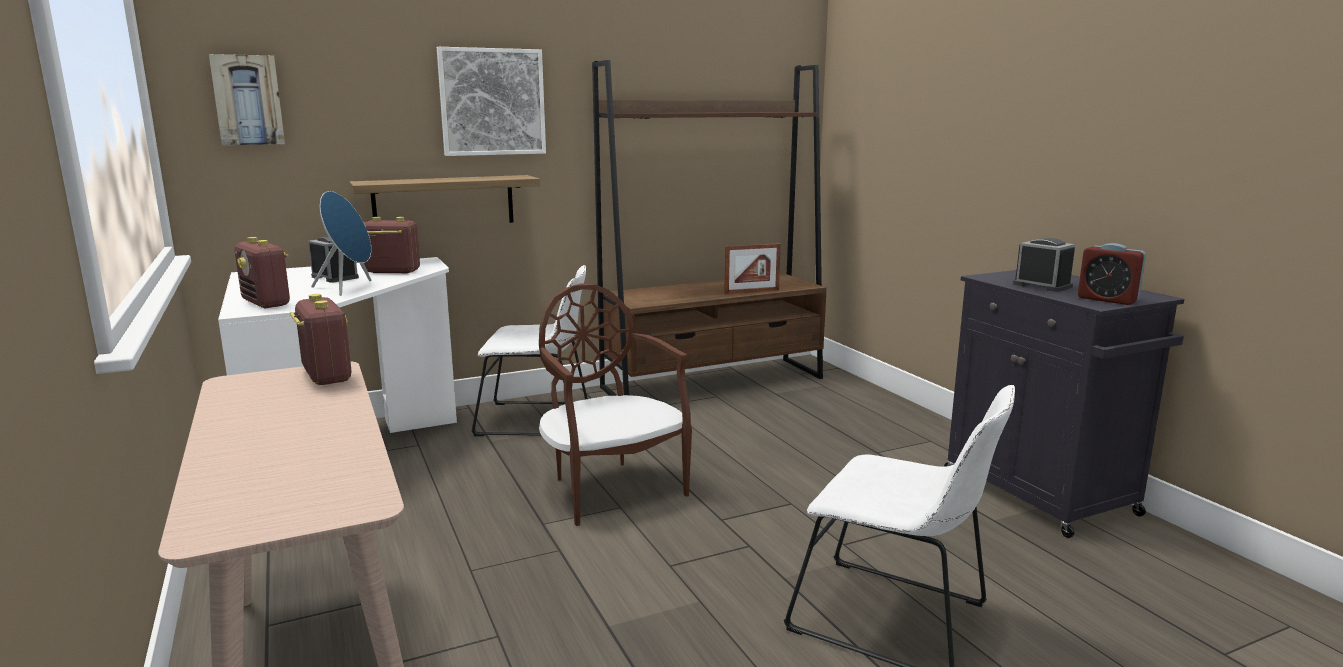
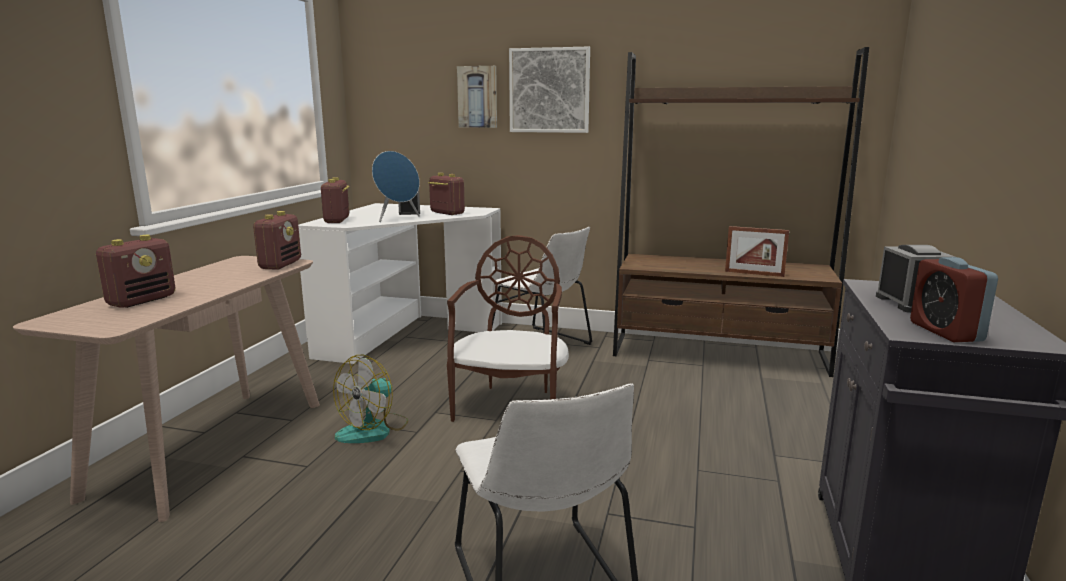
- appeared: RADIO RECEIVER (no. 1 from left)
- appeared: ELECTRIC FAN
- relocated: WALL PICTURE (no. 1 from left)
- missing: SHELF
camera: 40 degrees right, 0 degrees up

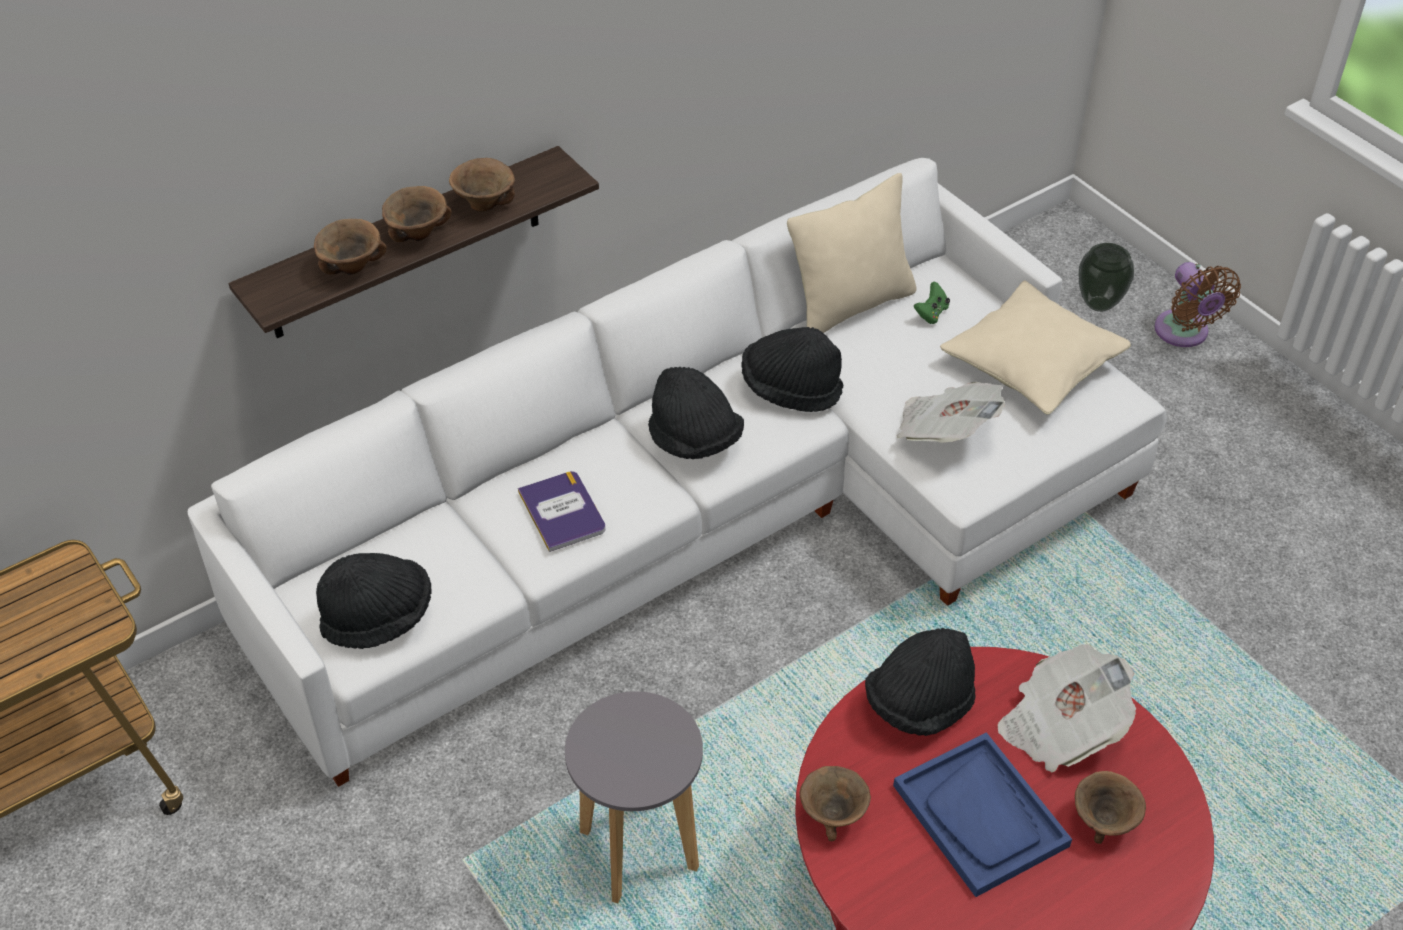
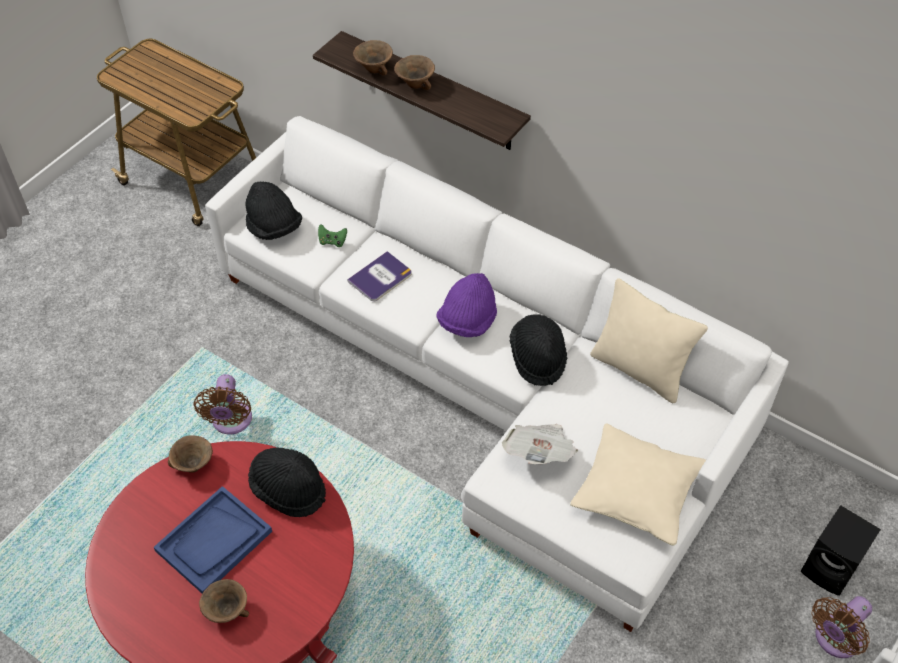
- exchanged: GREYISH SITTING STOOL to BROWN-COLOURED ELECTRIC FAN (no. 1 from left)
- relocated: GREENISH JOYPAD
- colour: BLACKISH CLOTHING HAT (no. 2 from left) to PURPLE CLOTHING HAT
- exchanged: DECORATIVE VASE to BLACKISH AUDIO SPEAKER
- missing: BROWN-COLOURED BOWL (no. 3 from left)
- missing: NEWSPAPER (no. 2 from left)
camera: 70 degrees right, 5 degrees up

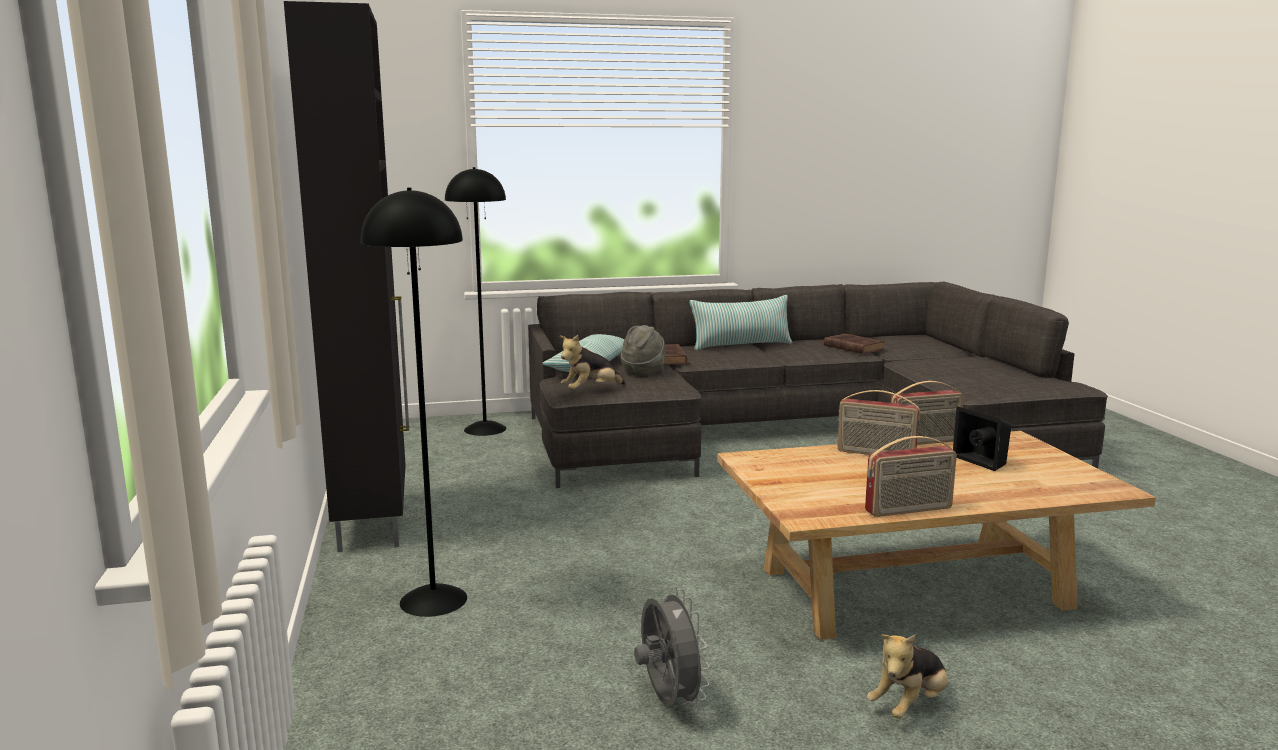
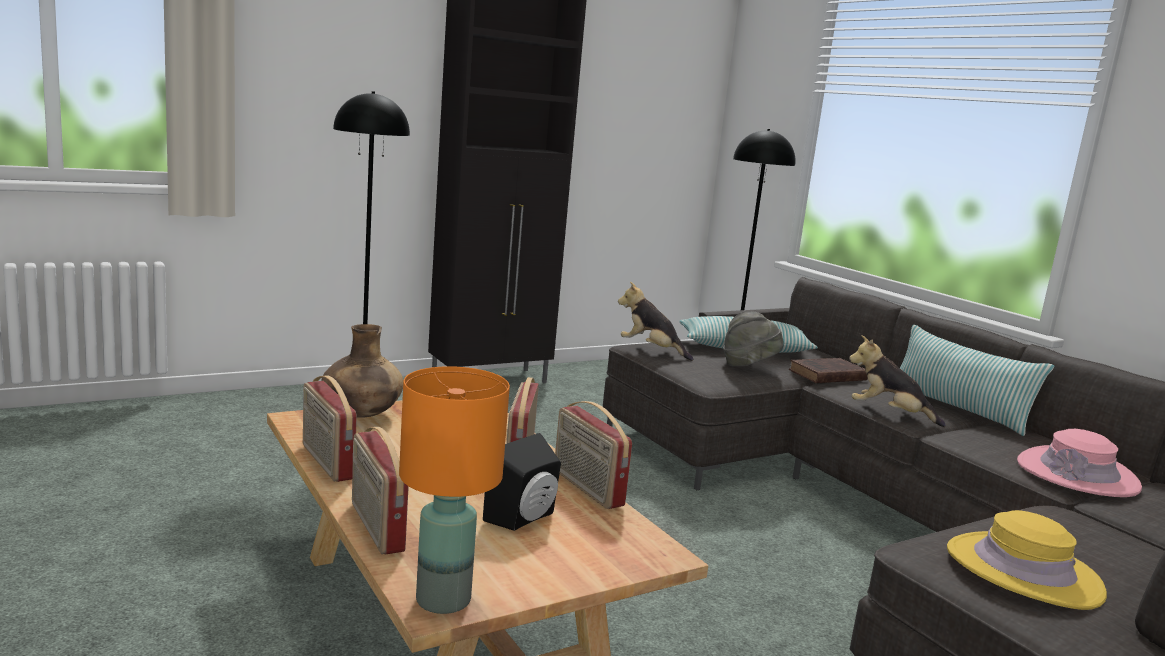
- appeared: BROWN-COLOURED DECORATIVE VASE
- appeared: RADIO RECEIVER (no. 2 from left)
- appeared: ORANGE-COLOURED LAMP FOR A TABLE
- relocated: SOFT TOY (no. 2 from left)
- appeared: YELLOWISH CLOTHING HAT
- exchanged: BROWN-COLOURED VOLUME (no. 2 from left) to PINKISH CLOTHING HAT
- missing: GREYISH ELECTRIC FAN
camera: 70 degrees right, 0 degrees up

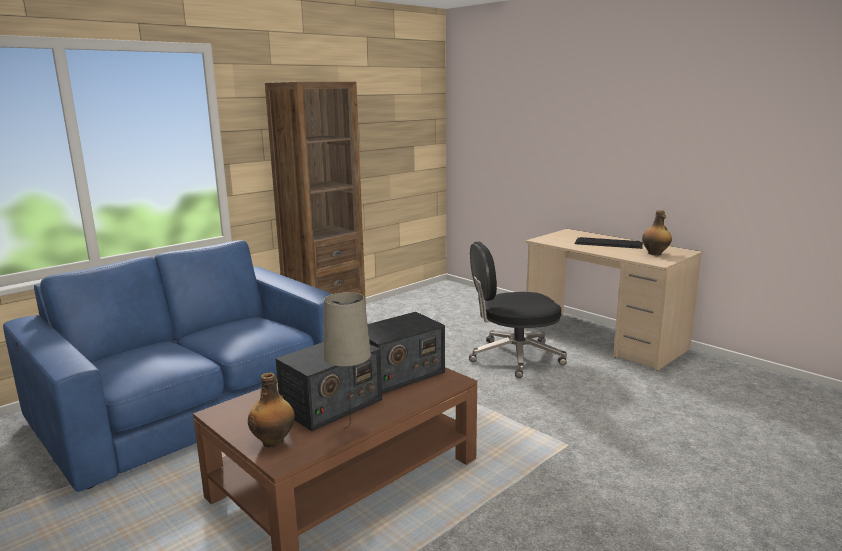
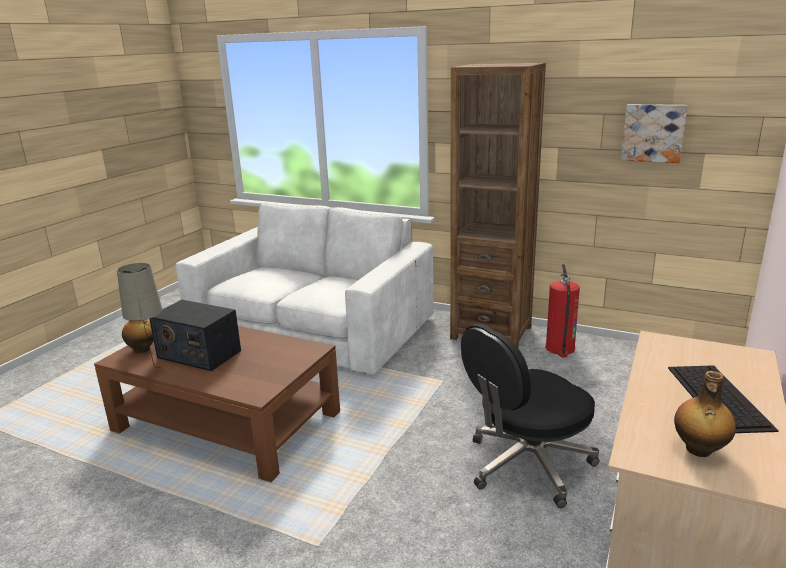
- colour: BLUE-COLOURED COUCH to WHITISH COUCH
- spun: BLACKISH DESK CHAIR 90 degrees counterclockwise
- appeared: FIRE-FIGHTING CYLINDER
- appeared: WALL PICTURE
- missing: RADIO RECEIVER (no. 2 from left)
camera: 70 degrees right, 5 degrees up

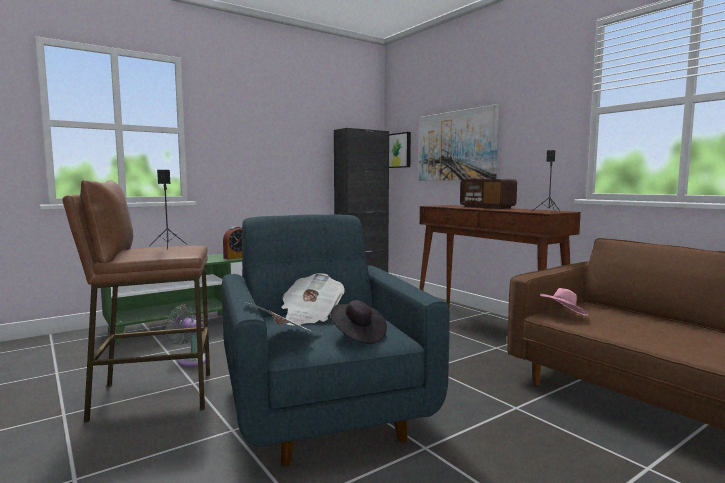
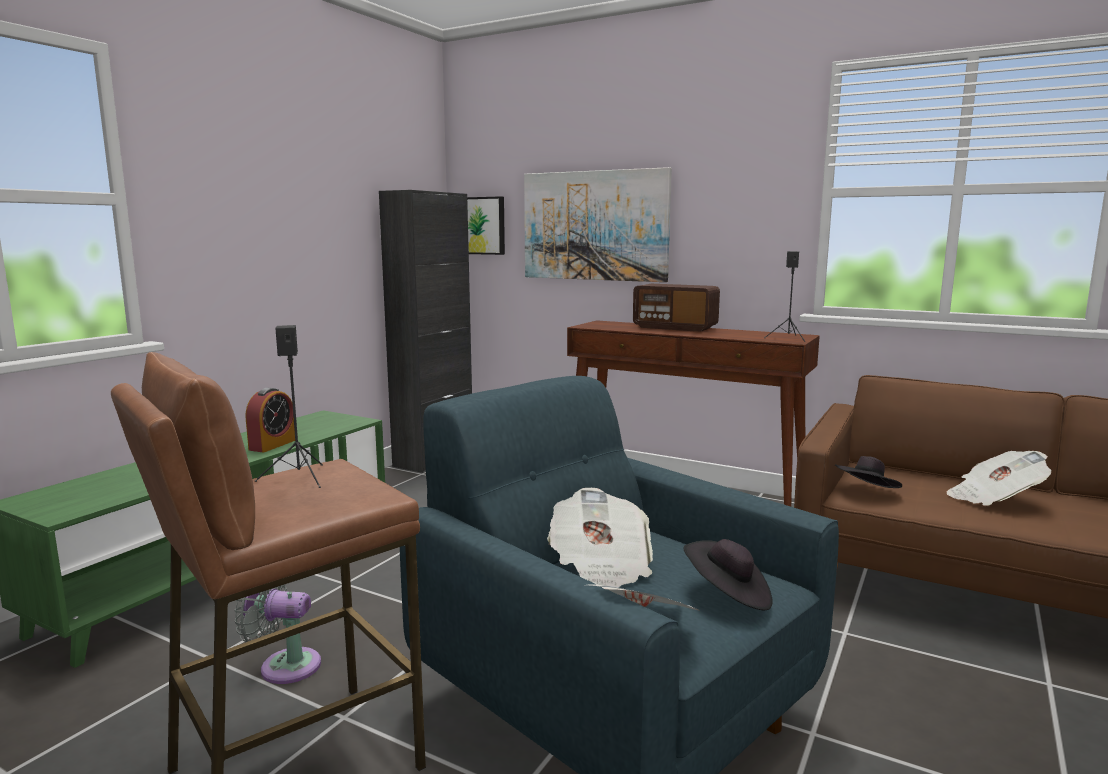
- colour: PINKISH CLOTHING HAT to BLACKISH CLOTHING HAT (no. 2 from left)
- appeared: NEWSPAPER (no. 3 from left)
camera: 25 degrees left, 5 degrees up

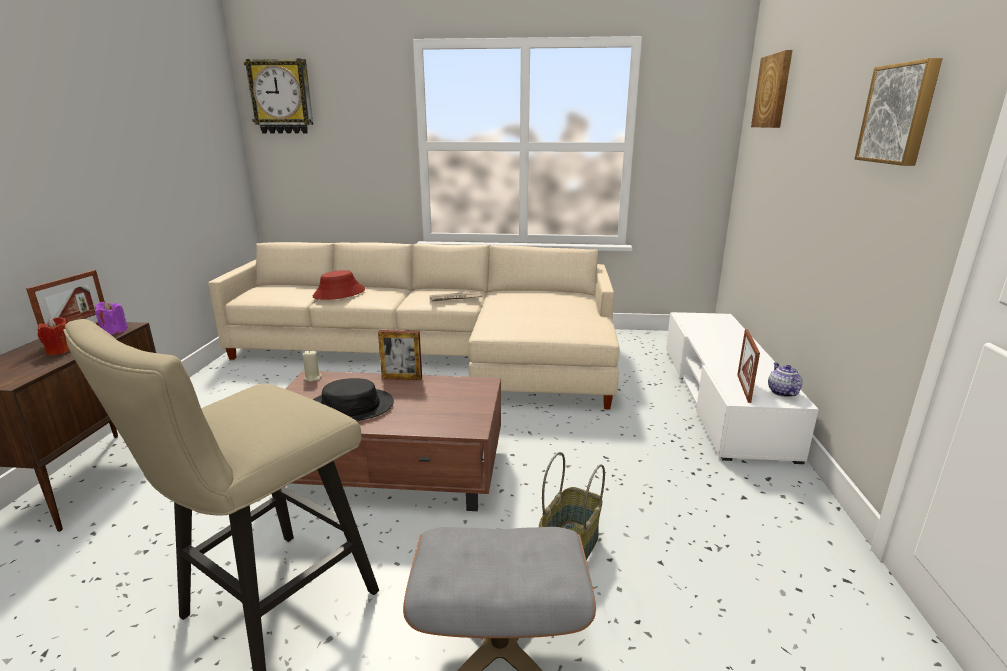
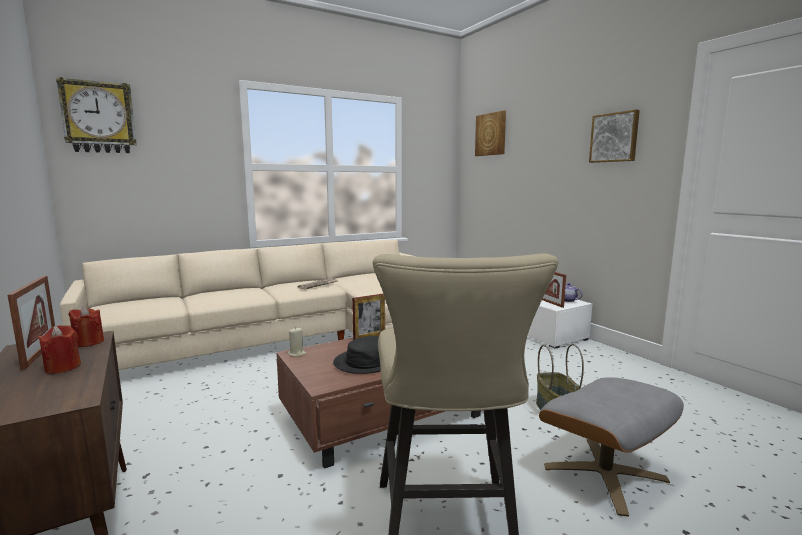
- colour: PURPLE WAX LIGHT to REDDISH WAX LIGHT (no. 2 from left)
- missing: REDDISH CLOTHING HAT
camera: 35 degrees left, 10 degrees down

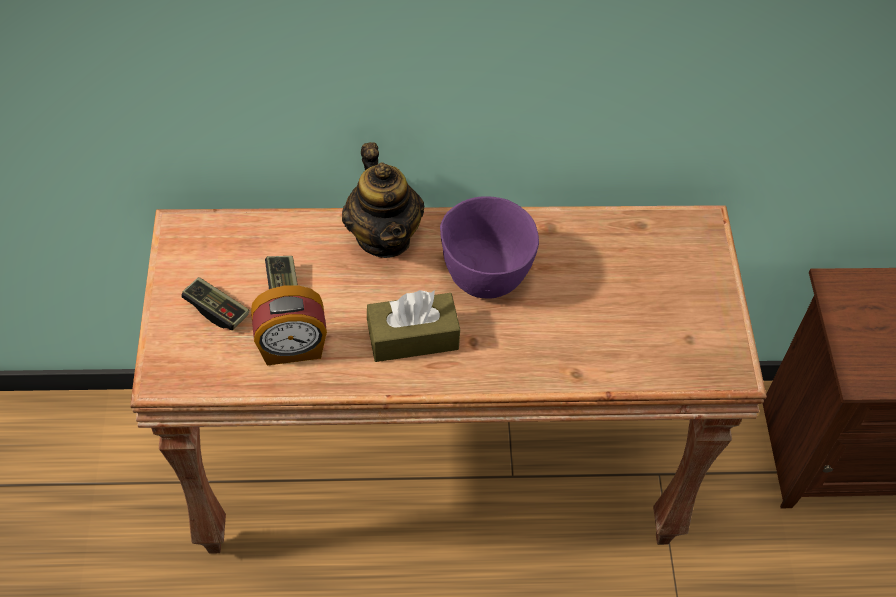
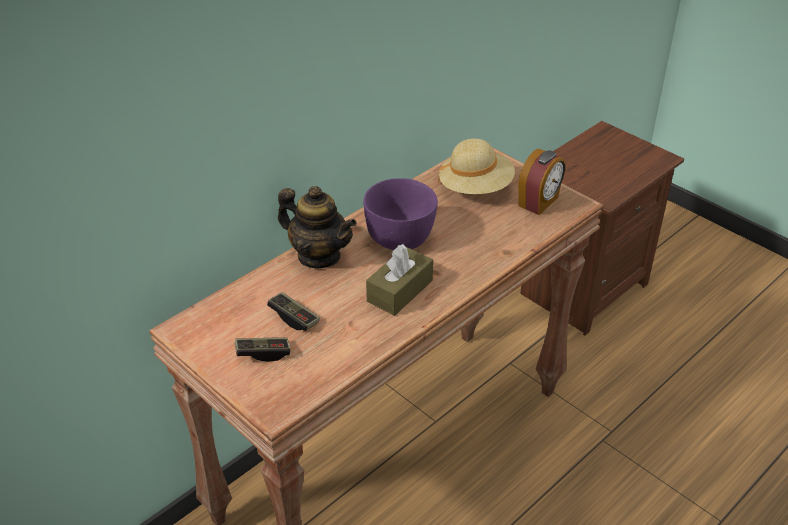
- appeared: BEIGE-COLOURED CLOTHING HAT
- relocated: ALARM CLOCK
camera: 40 degrees left, 15 degrees down

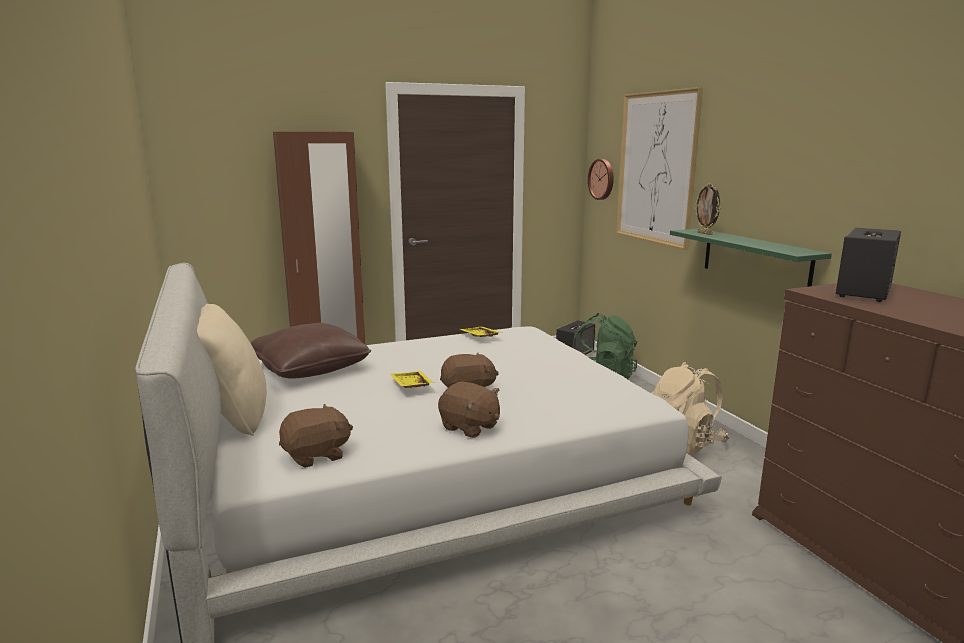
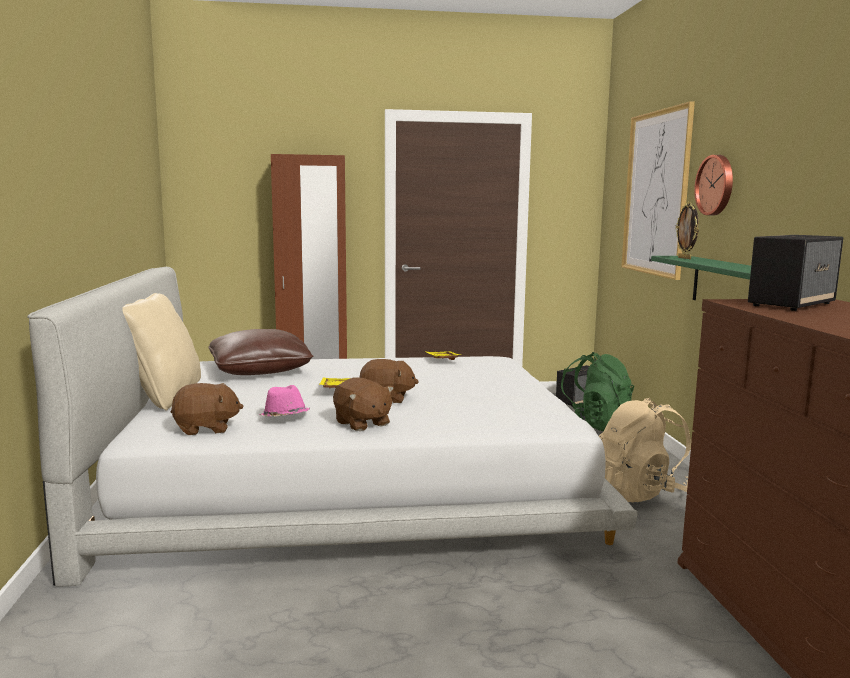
- appeared: PINKISH CLOTHING HAT
- relocated: WALL CLOCK
camera: 15 degrees right, 5 degrees down

